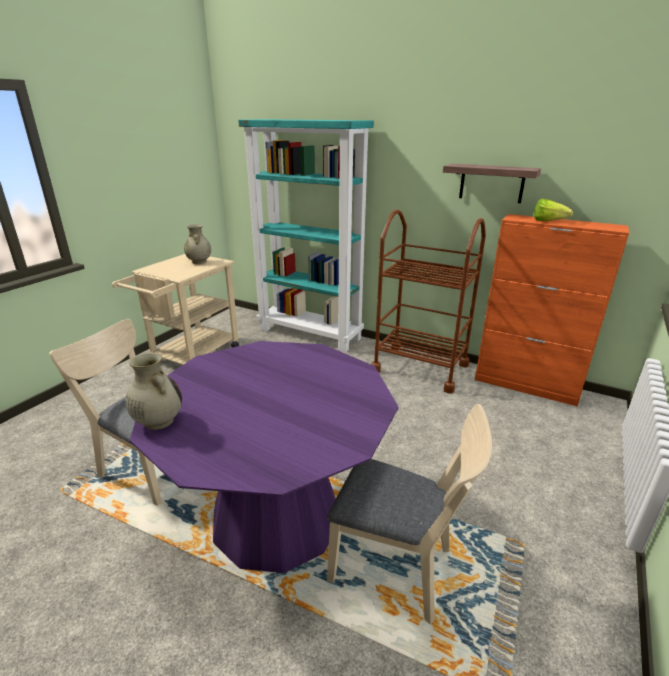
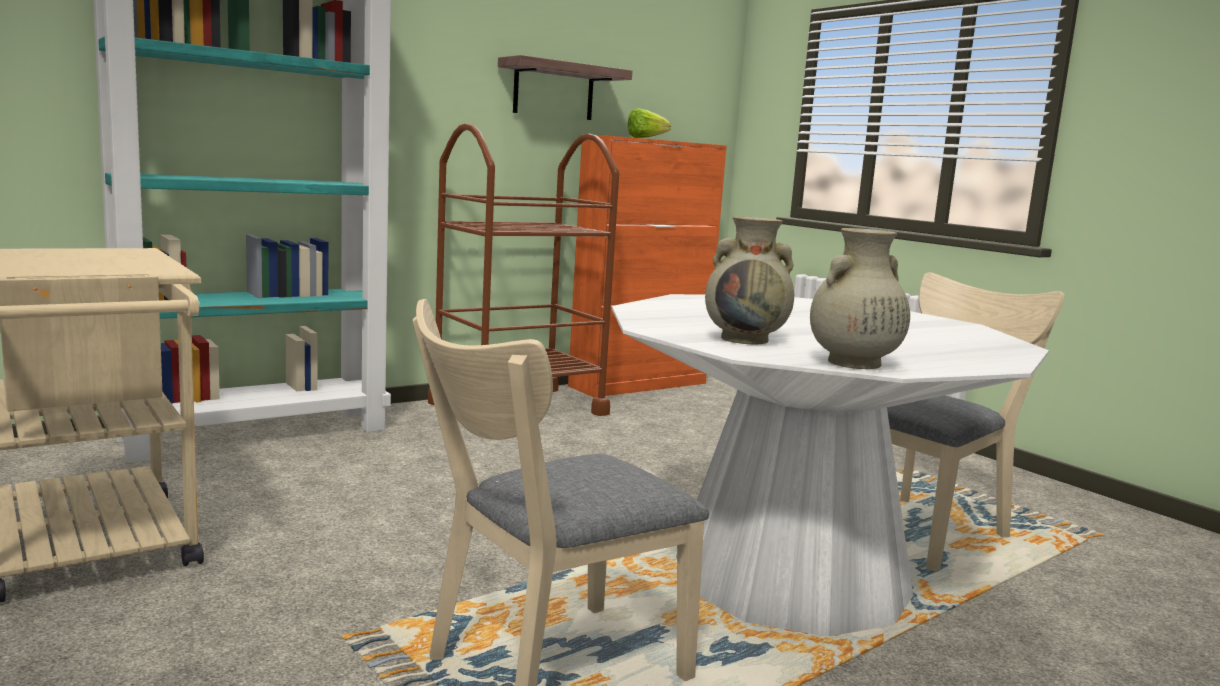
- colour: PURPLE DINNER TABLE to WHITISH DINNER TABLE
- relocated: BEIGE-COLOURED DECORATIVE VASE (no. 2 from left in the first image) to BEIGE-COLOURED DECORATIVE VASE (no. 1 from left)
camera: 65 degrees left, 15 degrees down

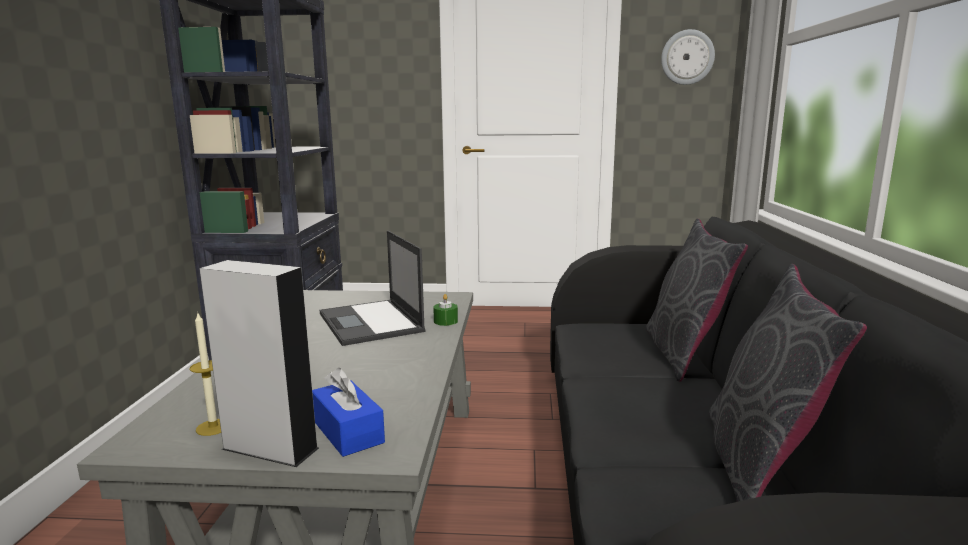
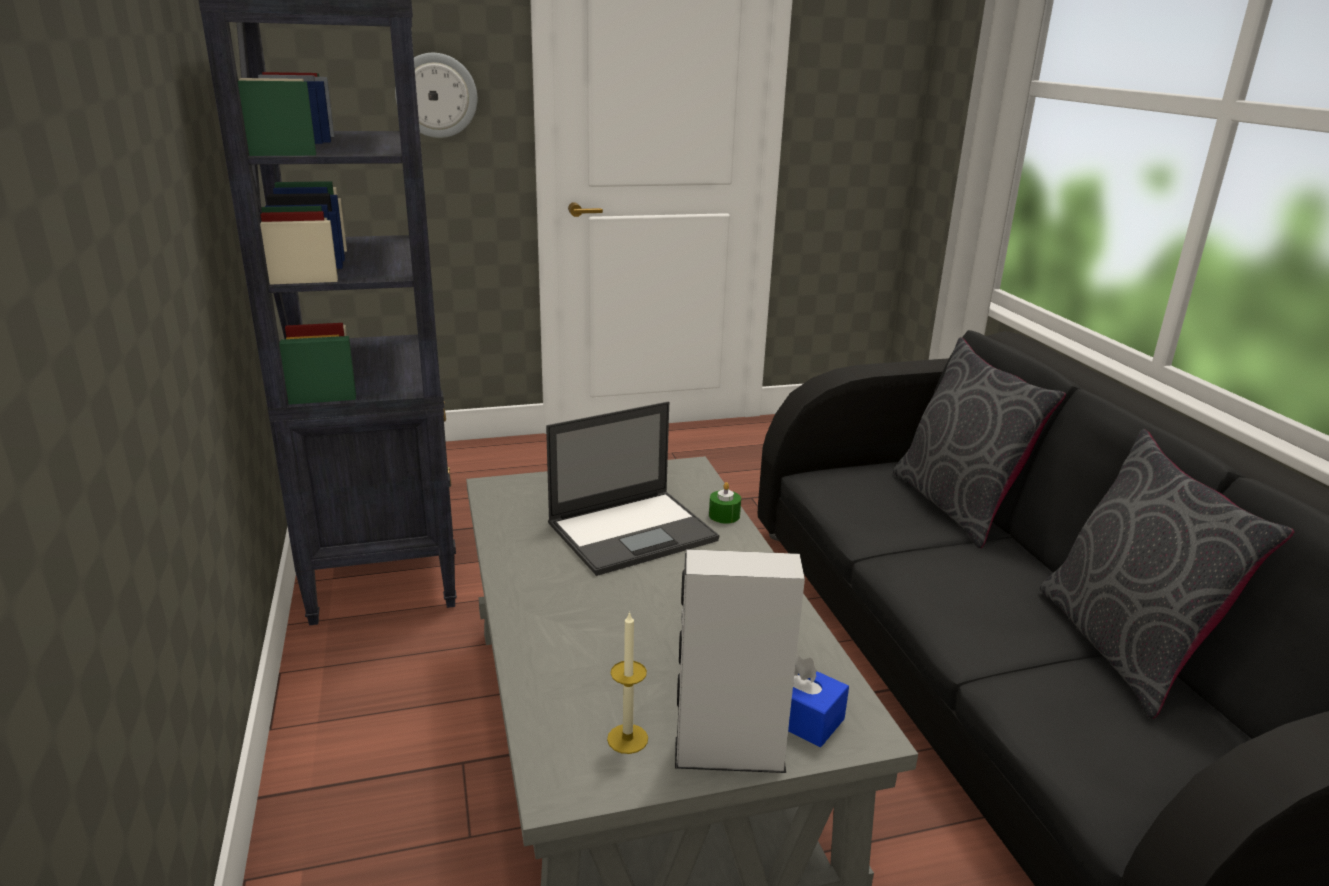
- relocated: WALL CLOCK
- spun: NOTEBOOK COMPUTER 75 degrees counterclockwise
camera: 20 degrees left, 10 degrees up

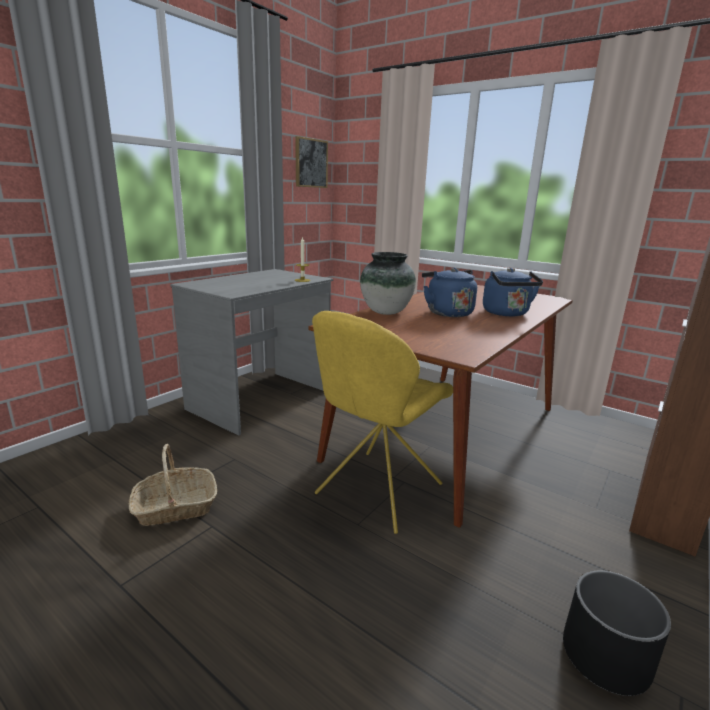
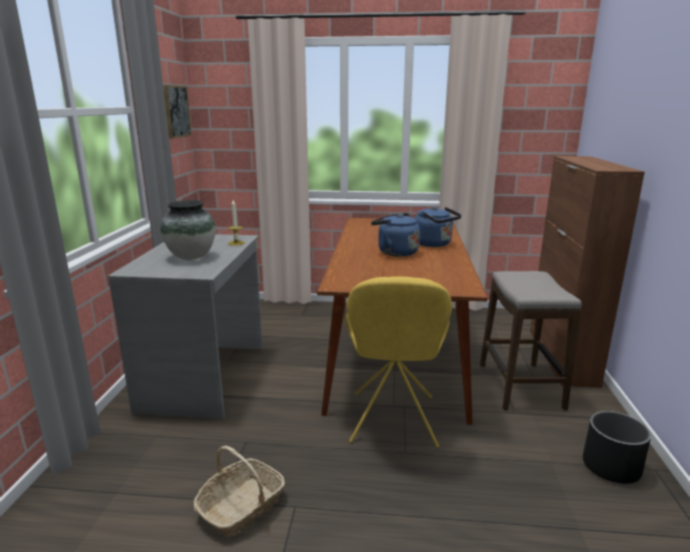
- relocated: DECORATIVE VASE
- appeared: SITTING STOOL
camera: 30 degrees left, 0 degrees up

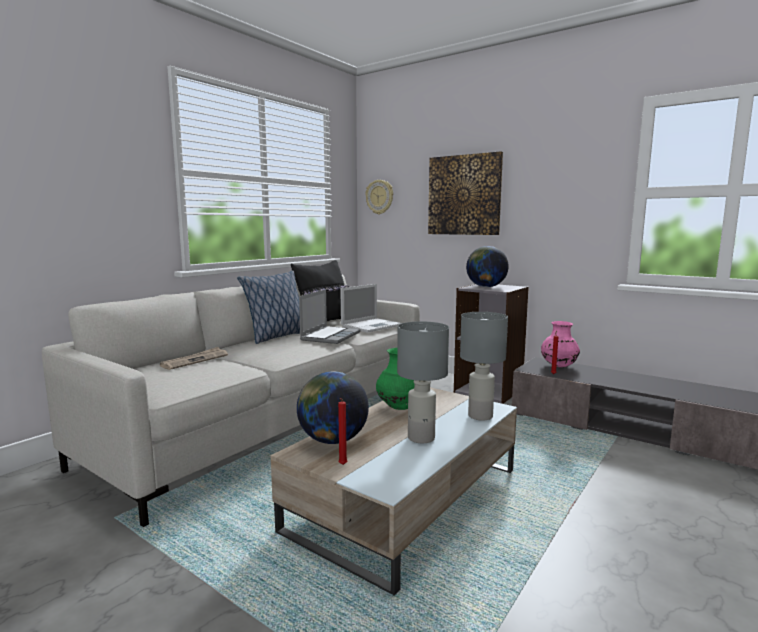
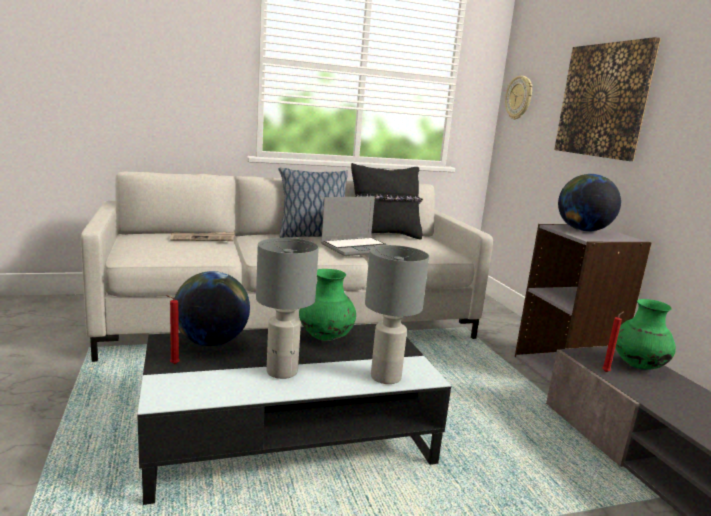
- colour: BEIGE-COLOURED LOW TABLE to BLACKISH LOW TABLE
- colour: PINKISH DECORATIVE VASE to GREENISH DECORATIVE VASE (no. 2 from left)
- missing: NOTEBOOK COMPUTER (no. 2 from left)
camera: 35 degrees right, 5 degrees up

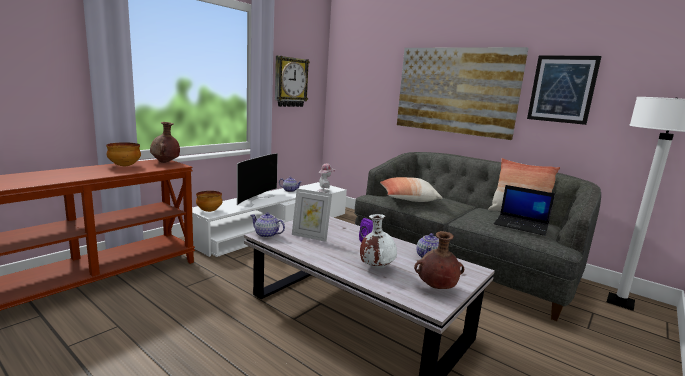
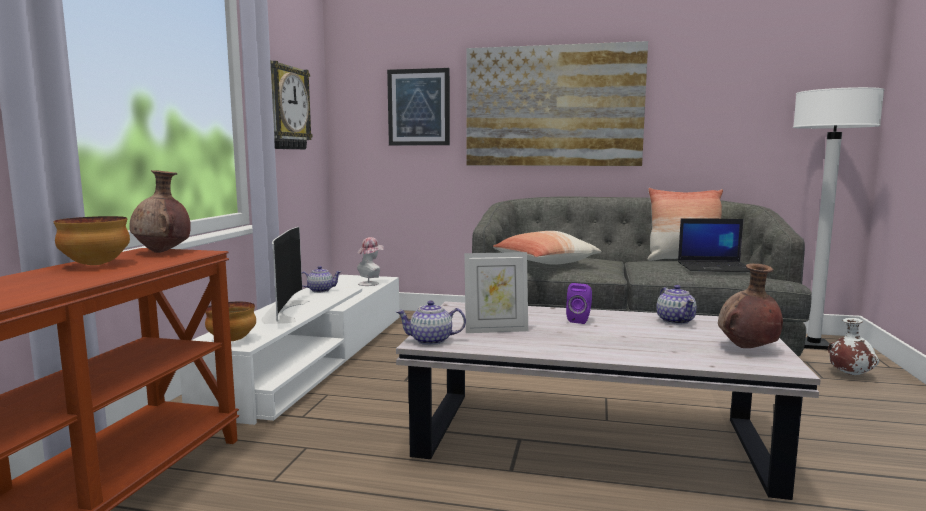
- relocated: WALL PICTURE (no. 2 from left in the first image) to WALL PICTURE (no. 1 from left)
- relocated: WHITISH DECORATIVE VASE
camera: 25 degrees left, 5 degrees down

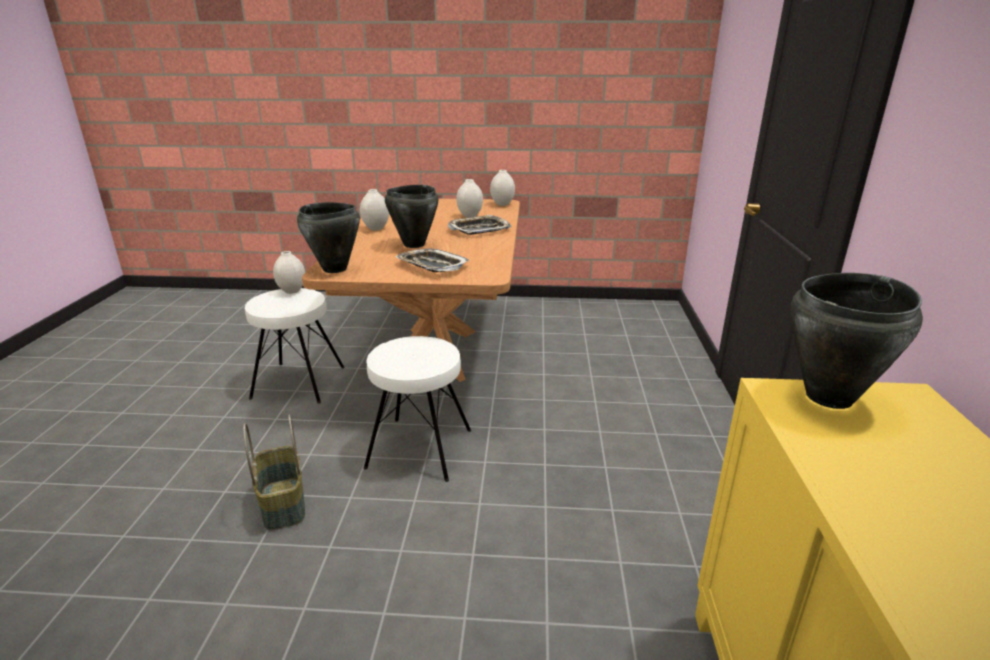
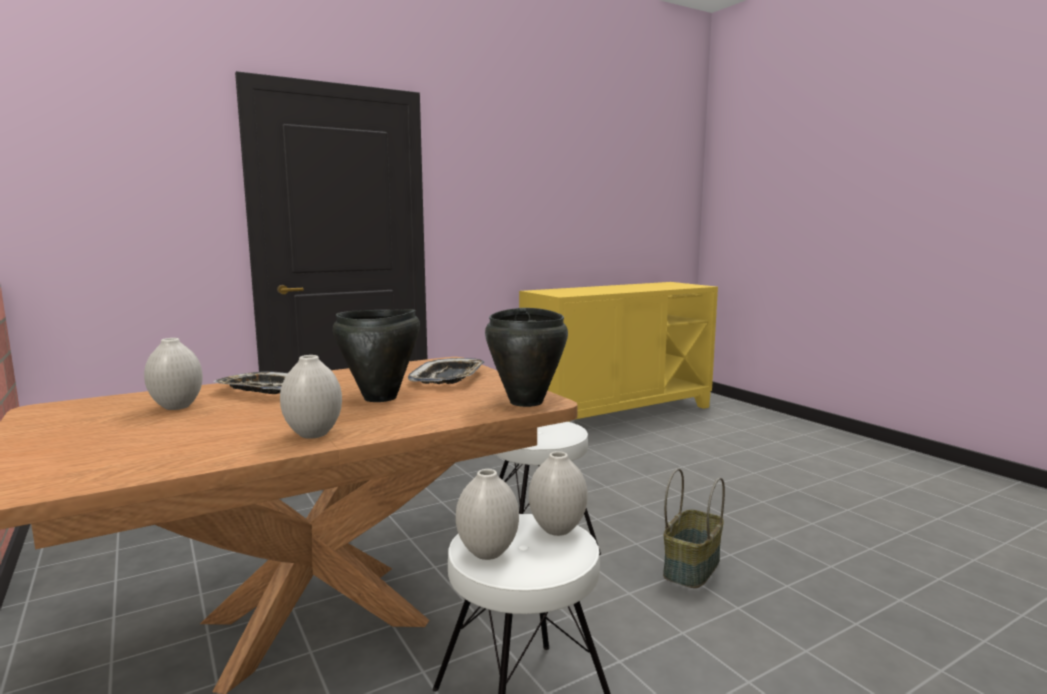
- relocated: WHITISH DECORATIVE VASE (no. 4 from left)
- missing: BLACKISH STOCKPOT (no. 3 from left)
camera: 125 degrees left, 15 degrees down

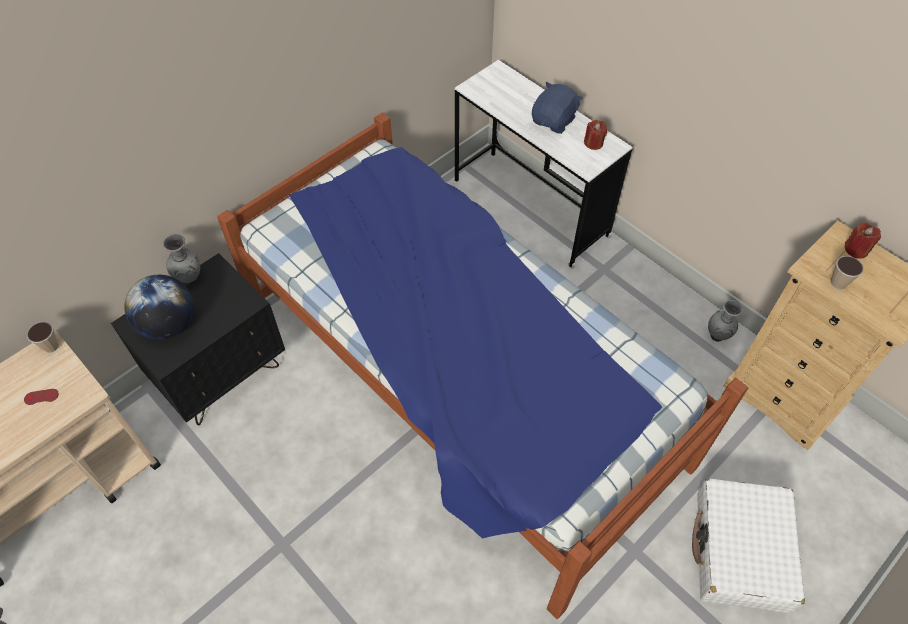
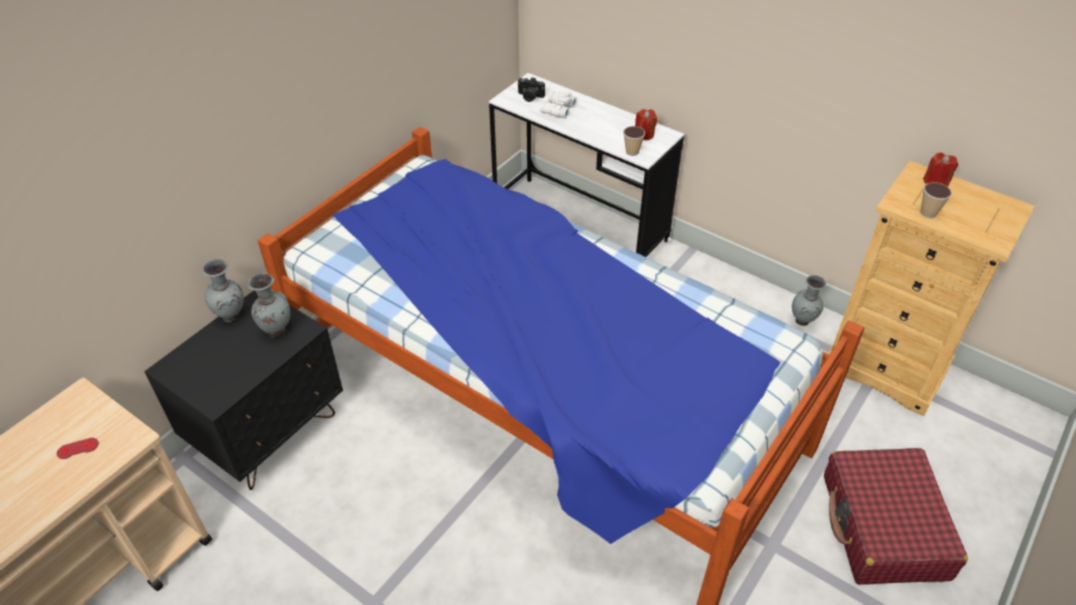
- appeared: GREYISH DECORATIVE VASE (no. 2 from left)
- appeared: STILL CAMERA
- appeared: WHITISH PAIR OF BINOCULARS
- relocated: SMALL CUP (no. 1 from left)
- colour: WHITISH SUITCASE to REDDISH SUITCASE
- missing: GLOBE
- missing: BLUE-COLOURED SOFT TOY
camera: 10 degrees left, 10 degrees down

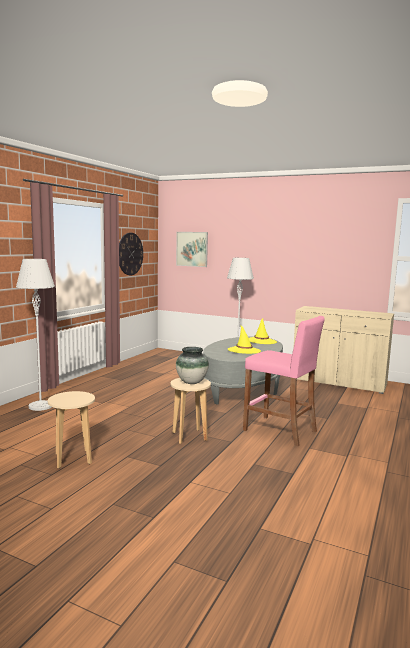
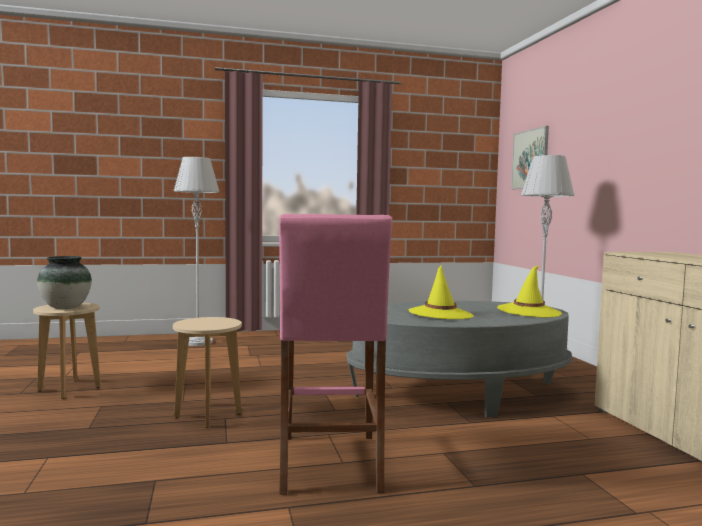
- relocated: DECORATIVE VASE
- missing: WALL CLOCK
camera: 50 degrees right, 5 degrees down

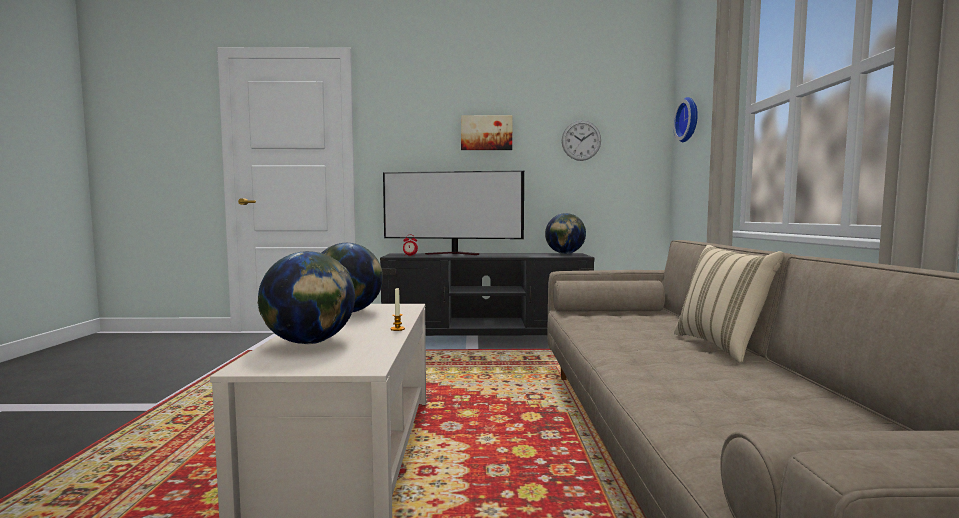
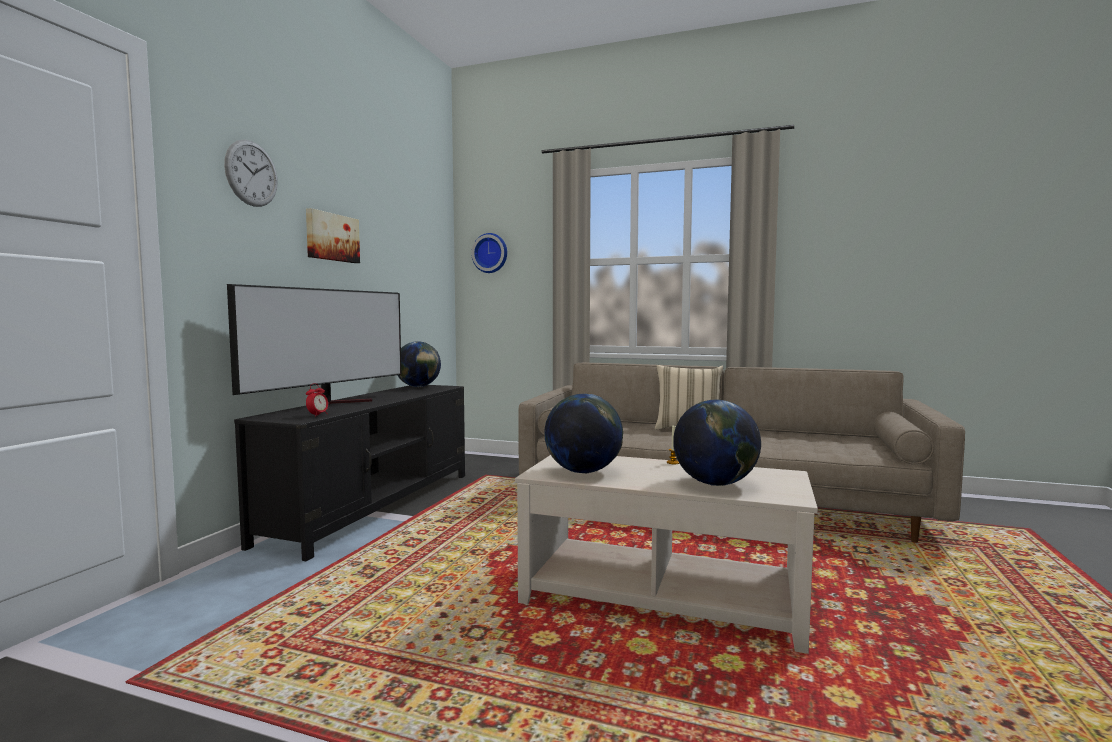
- relocated: WALL CLOCK (no. 1 from left)
camera: 70 degrees left, 0 degrees up

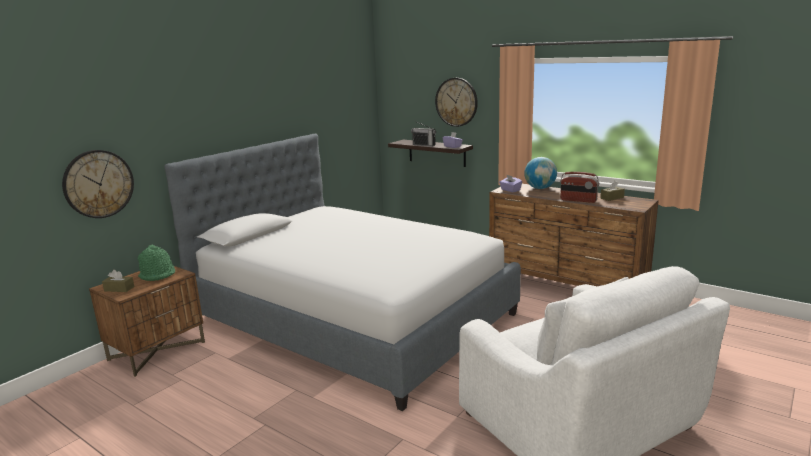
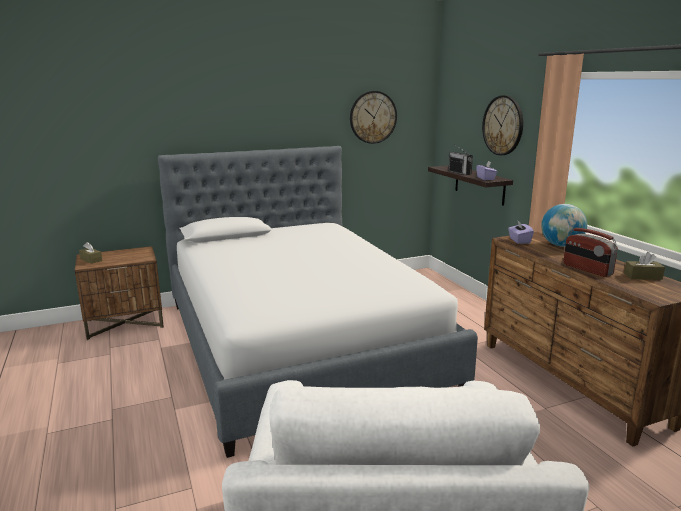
- relocated: WALL CLOCK (no. 1 from left)
- missing: GREENISH CLOTHING HAT
camera: 30 degrees right, 0 degrees up

